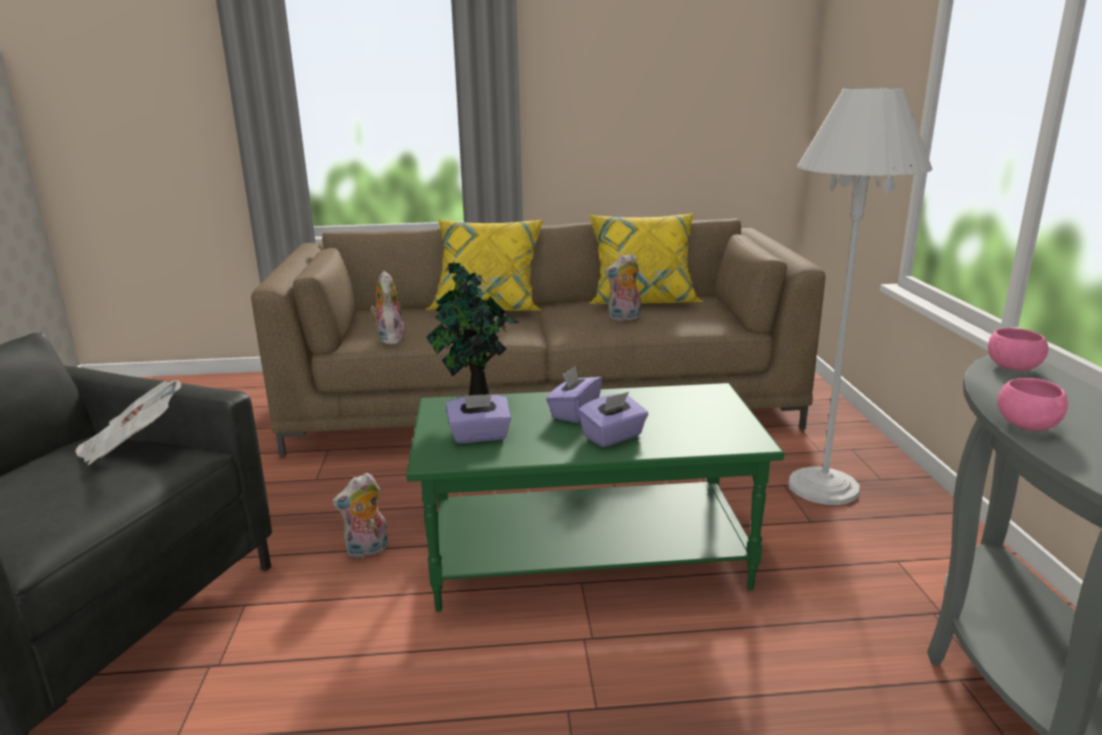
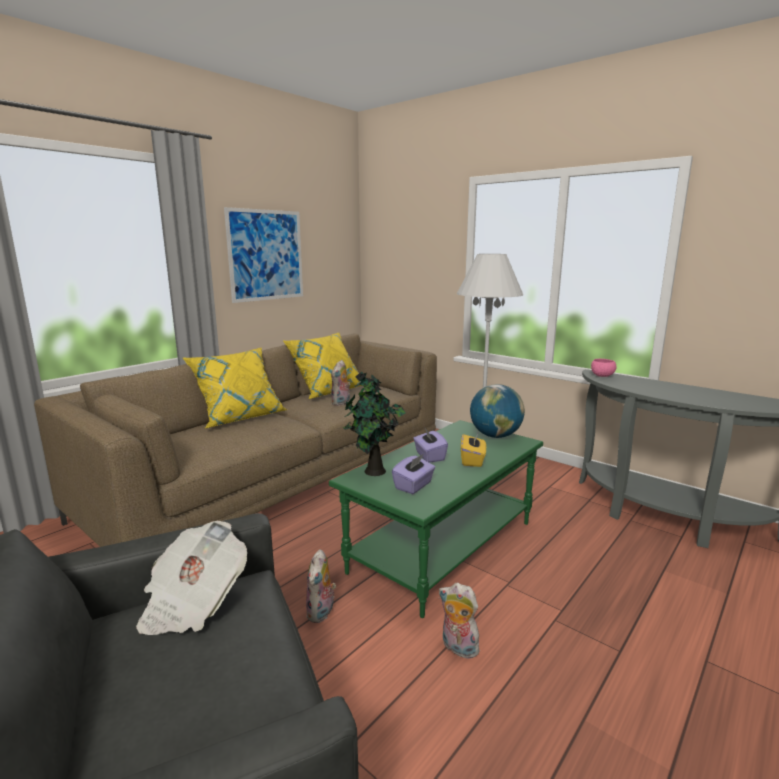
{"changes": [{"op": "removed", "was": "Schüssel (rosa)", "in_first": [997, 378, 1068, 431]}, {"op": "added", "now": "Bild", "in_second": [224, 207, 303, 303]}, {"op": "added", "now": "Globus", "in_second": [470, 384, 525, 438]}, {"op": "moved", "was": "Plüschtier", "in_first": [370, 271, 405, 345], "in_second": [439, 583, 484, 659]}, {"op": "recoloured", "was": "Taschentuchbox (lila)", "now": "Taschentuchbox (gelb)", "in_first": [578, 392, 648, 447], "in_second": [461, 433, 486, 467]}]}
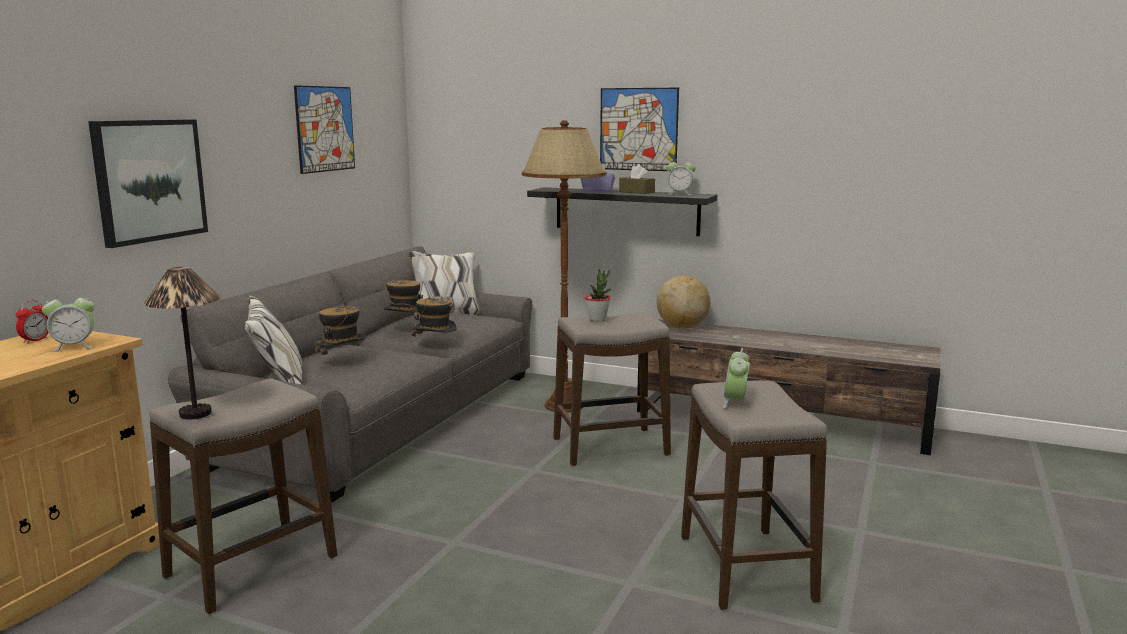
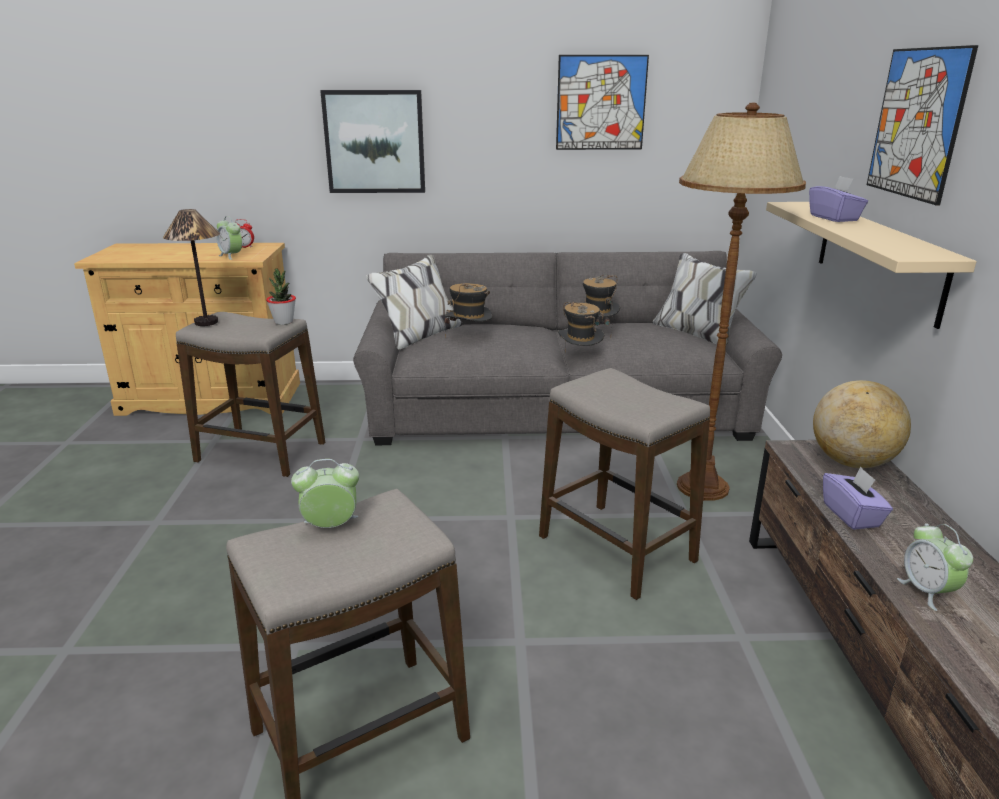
{"changes": [{"op": "removed", "was": "Taschentuchbox (braun)", "in_first": [619, 164, 655, 194]}, {"op": "added", "now": "Taschentuchbox (lila)", "in_second": [823, 467, 893, 530]}, {"op": "moved", "was": "Topfpflanze", "in_first": [585, 270, 611, 321], "in_second": [266, 268, 296, 325]}, {"op": "moved", "was": "Wecker", "in_first": [666, 162, 696, 195], "in_second": [897, 523, 973, 611]}, {"op": "recoloured", "was": "Wandregal (schwarz)", "now": "Wandregal (beige)", "in_first": [527, 187, 717, 236], "in_second": [766, 202, 977, 329]}]}
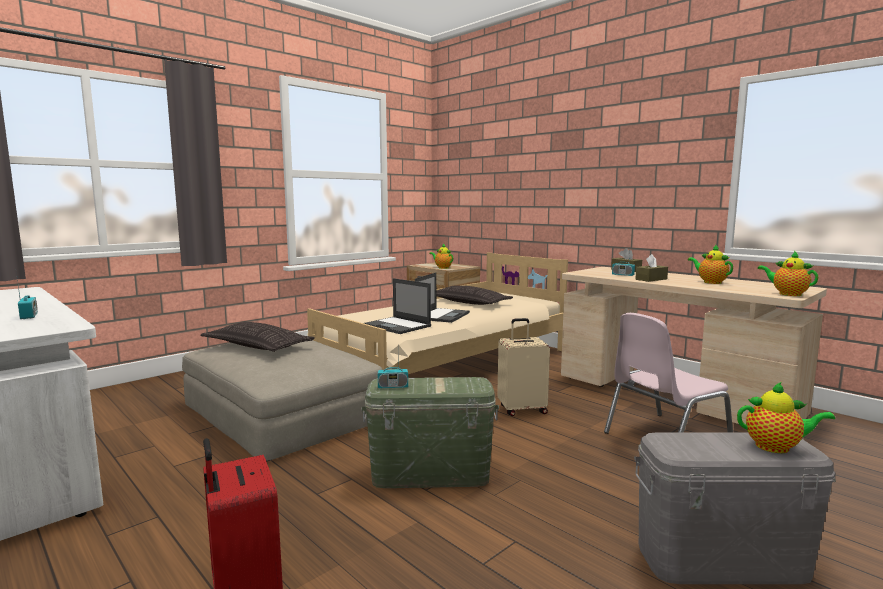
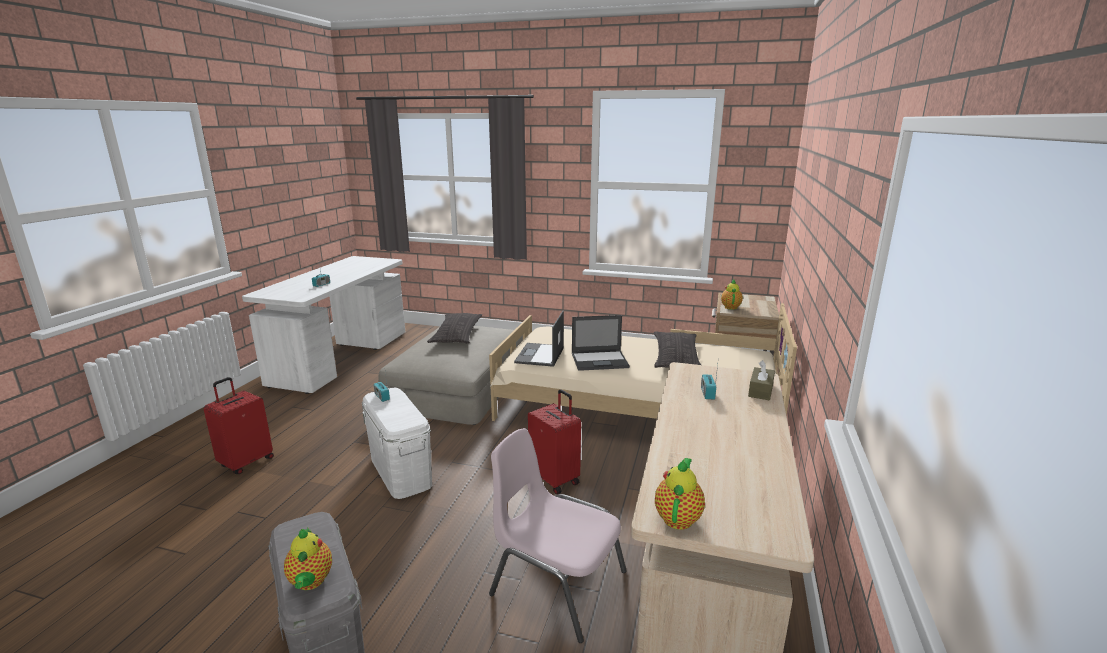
{"changes": [{"op": "removed", "was": "Taschentuchbox (braun)", "in_first": [635, 254, 668, 282]}, {"op": "removed", "was": "Teekanne", "in_first": [688, 245, 733, 284]}, {"op": "recoloured", "was": "Aufbewahrungsbox (grün)", "now": "Aufbewahrungsbox (weiß)", "in_first": [362, 377, 499, 488], "in_second": [362, 388, 432, 499]}, {"op": "recoloured", "was": "Koffer (beige)", "now": "Koffer (rot)", "in_first": [497, 318, 550, 416], "in_second": [528, 389, 581, 494]}]}
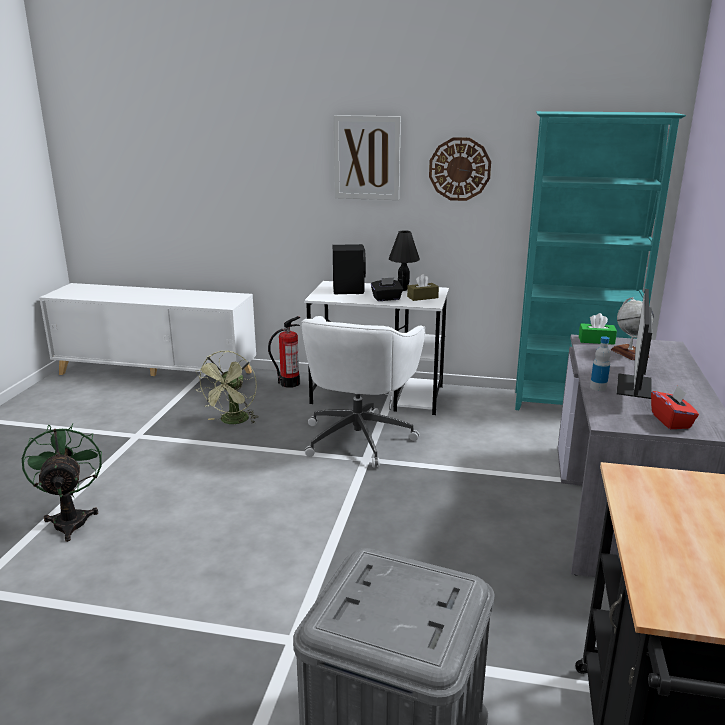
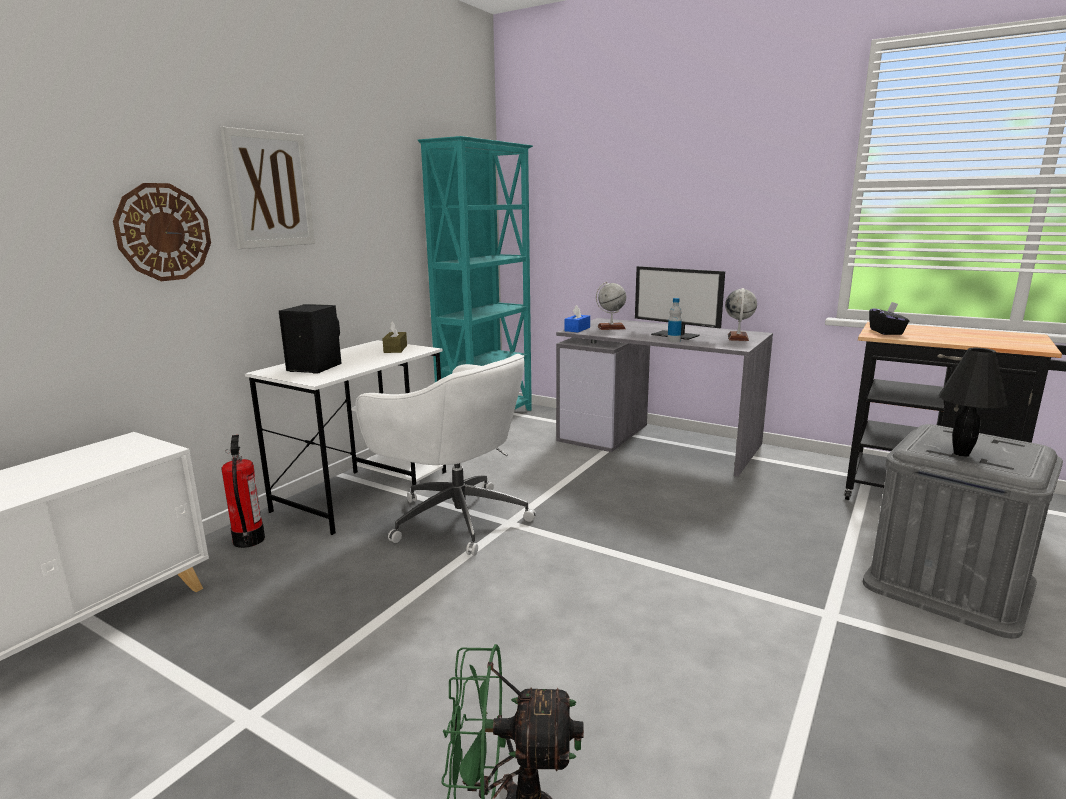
{"changes": [{"op": "removed", "was": "Ventilator (grün)", "in_first": [195, 350, 258, 424]}, {"op": "moved", "was": "Taschentuchbox (schwarz)", "in_first": [371, 278, 403, 301], "in_second": [869, 302, 909, 335]}, {"op": "moved", "was": "Tischlampe (schwarz)", "in_first": [389, 230, 420, 291], "in_second": [939, 348, 1008, 457]}, {"op": "moved", "was": "Wanduhr", "in_first": [429, 137, 491, 201], "in_second": [113, 183, 211, 281]}, {"op": "replaced", "was": "Taschentuchbox (rot)", "now": "Globus", "in_first": [651, 386, 699, 429], "in_second": [725, 288, 757, 341]}, {"op": "recoloured", "was": "Taschentuchbox (grün)", "now": "Taschentuchbox (blau)", "in_first": [579, 313, 617, 345], "in_second": [565, 305, 590, 332]}]}
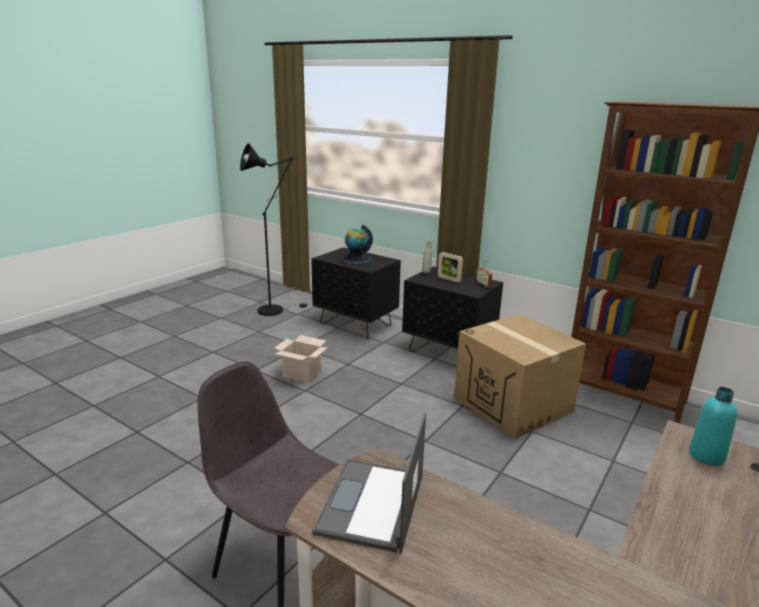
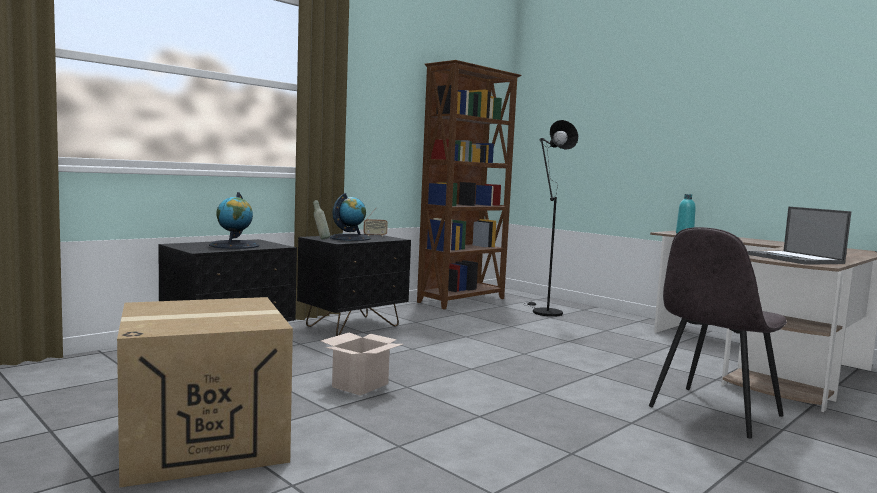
{"changes": [{"op": "moved", "was": "Stehlampe (schwarz)", "in_first": [240, 143, 307, 316], "in_second": [527, 120, 578, 317]}, {"op": "moved", "was": "Karton", "in_first": [454, 314, 586, 439], "in_second": [117, 297, 293, 488]}, {"op": "replaced", "was": "Bilderrahmen", "now": "Globus", "in_first": [438, 252, 463, 283], "in_second": [330, 193, 371, 241]}, {"op": "turned", "was": "Laptop", "in_first": [312, 413, 426, 554], "in_second": [747, 207, 852, 265], "clockwise": 45}]}
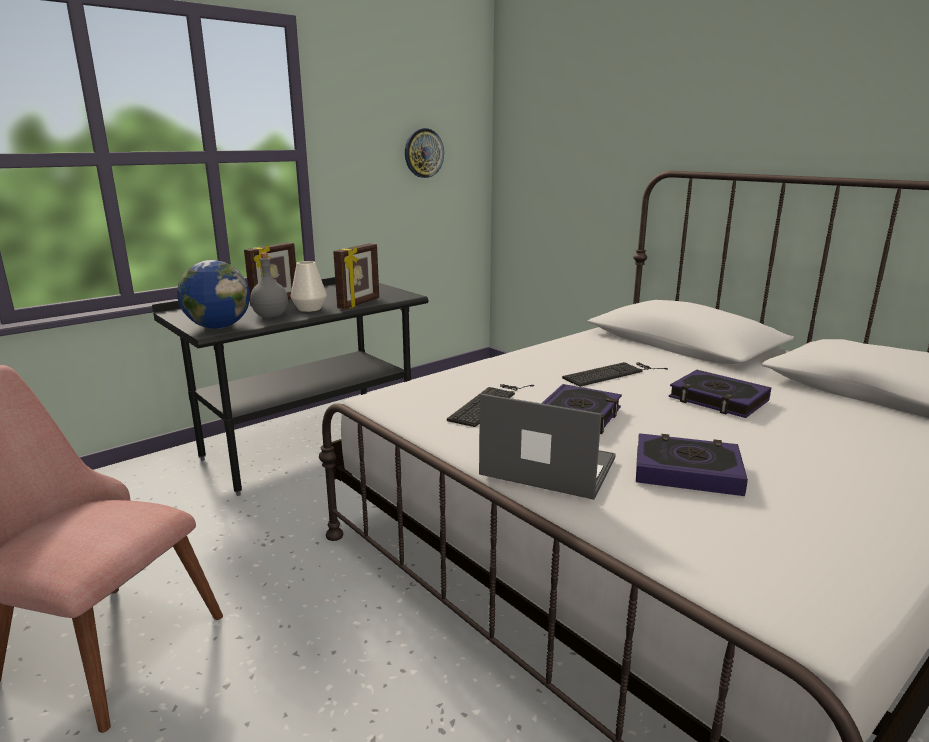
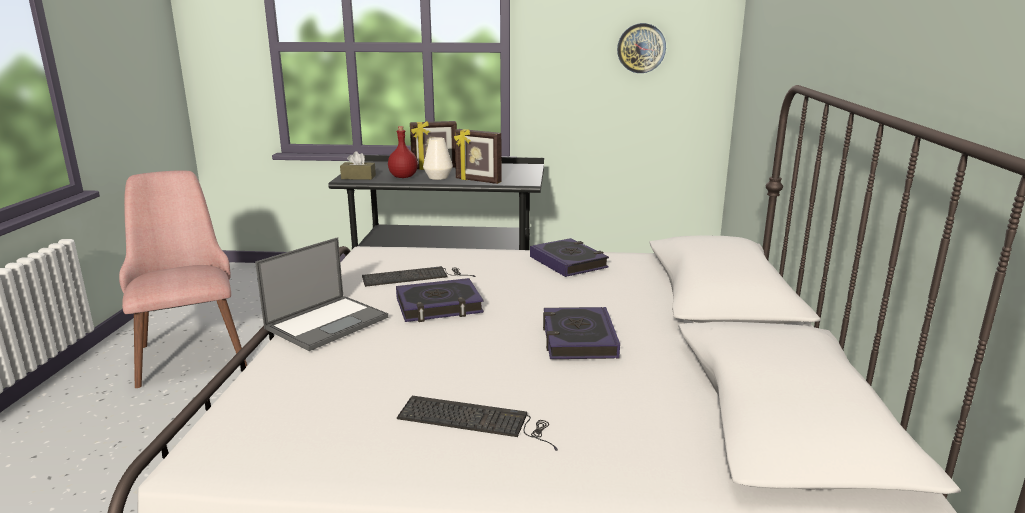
{"changes": [{"op": "moved", "was": "Tastatur", "in_first": [562, 362, 668, 387], "in_second": [397, 396, 558, 451]}, {"op": "moved", "was": "Buch", "in_first": [636, 433, 748, 496], "in_second": [530, 238, 609, 277]}, {"op": "replaced", "was": "Globus", "now": "Taschentuchbox (braun)", "in_first": [177, 260, 250, 329], "in_second": [340, 151, 376, 180]}, {"op": "recoloured", "was": "Flasche (grau)", "now": "Flasche (rot)", "in_first": [250, 253, 288, 318], "in_second": [388, 126, 418, 178]}, {"op": "turned", "was": "Bilderrahmen", "in_first": [333, 243, 379, 309], "in_second": [454, 129, 502, 184], "clockwise": 45}, {"op": "turned", "was": "Laptop", "in_first": [479, 393, 616, 500], "in_second": [255, 237, 388, 351], "clockwise": 60}]}
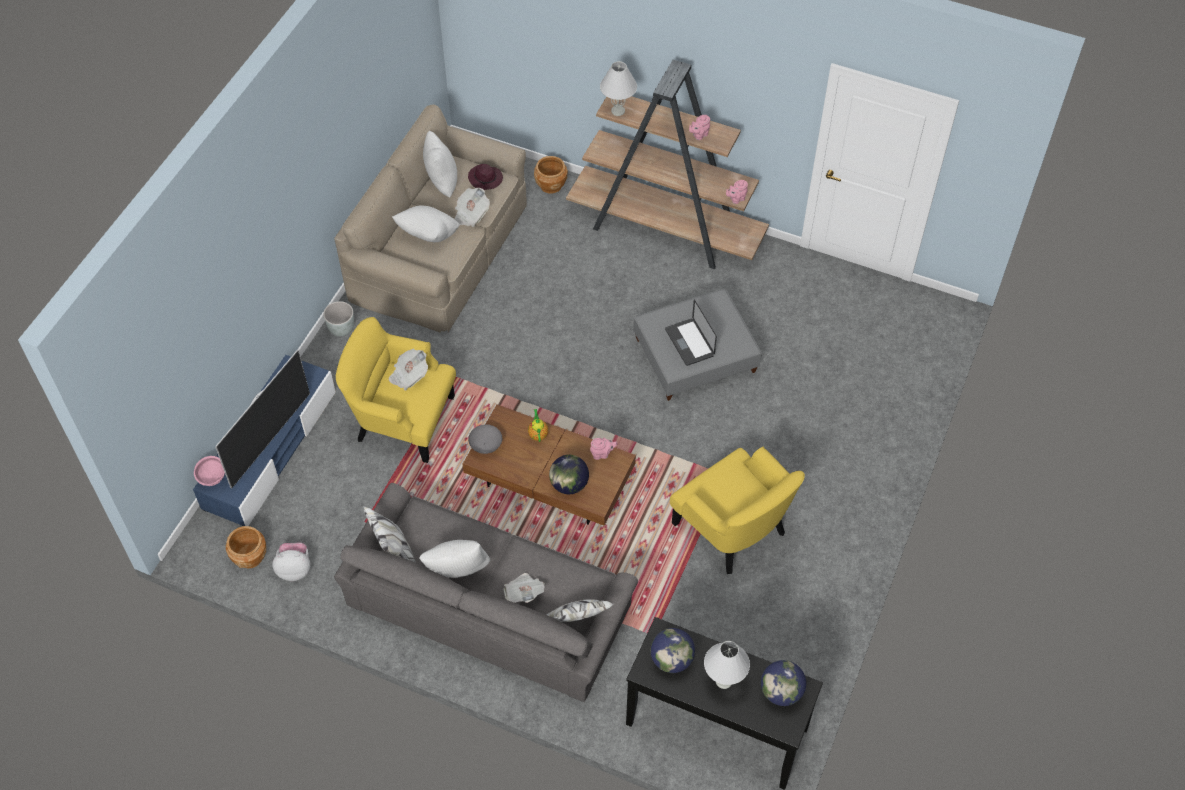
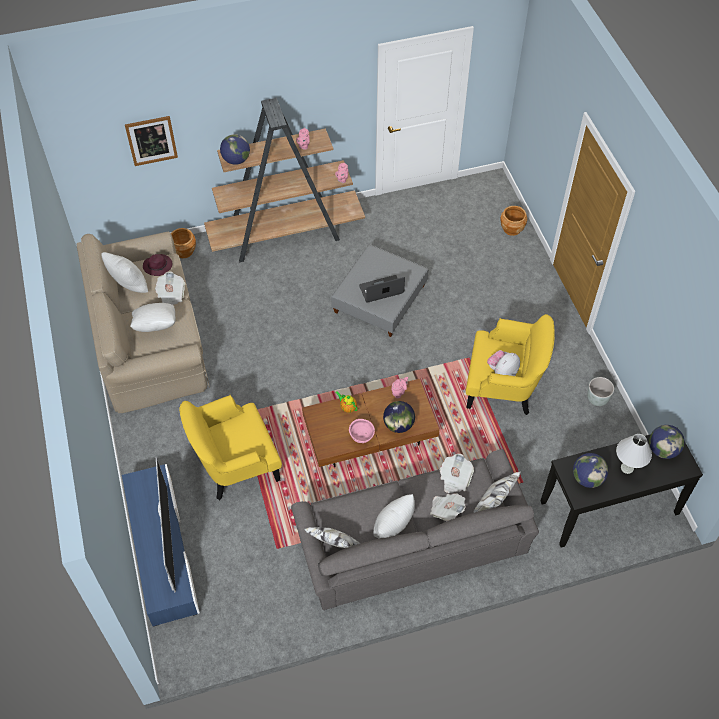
{"changes": [{"op": "removed", "was": "Schüssel (grau)", "in_first": [468, 425, 502, 454]}, {"op": "added", "now": "Bild", "in_second": [125, 116, 178, 166]}, {"op": "moved", "was": "Schüssel (rosa)", "in_first": [194, 456, 225, 486], "in_second": [349, 419, 375, 443]}, {"op": "moved", "was": "Pflanzkübel (braun)", "in_first": [226, 526, 266, 569], "in_second": [501, 206, 527, 236]}, {"op": "moved", "was": "Plüschtier", "in_first": [272, 542, 311, 581], "in_second": [487, 350, 520, 376]}, {"op": "moved", "was": "Pflanzkübel (grau)", "in_first": [323, 301, 354, 336], "in_second": [587, 377, 614, 406]}, {"op": "moved", "was": "Zeitung", "in_first": [389, 349, 428, 390], "in_second": [440, 454, 474, 493]}, {"op": "replaced", "was": "Tischlampe (weiß)", "now": "Globus", "in_first": [600, 61, 637, 116], "in_second": [220, 134, 250, 165]}, {"op": "turned", "was": "Laptop", "in_first": [665, 300, 717, 366], "in_second": [359, 275, 405, 303], "clockwise": 135}]}
